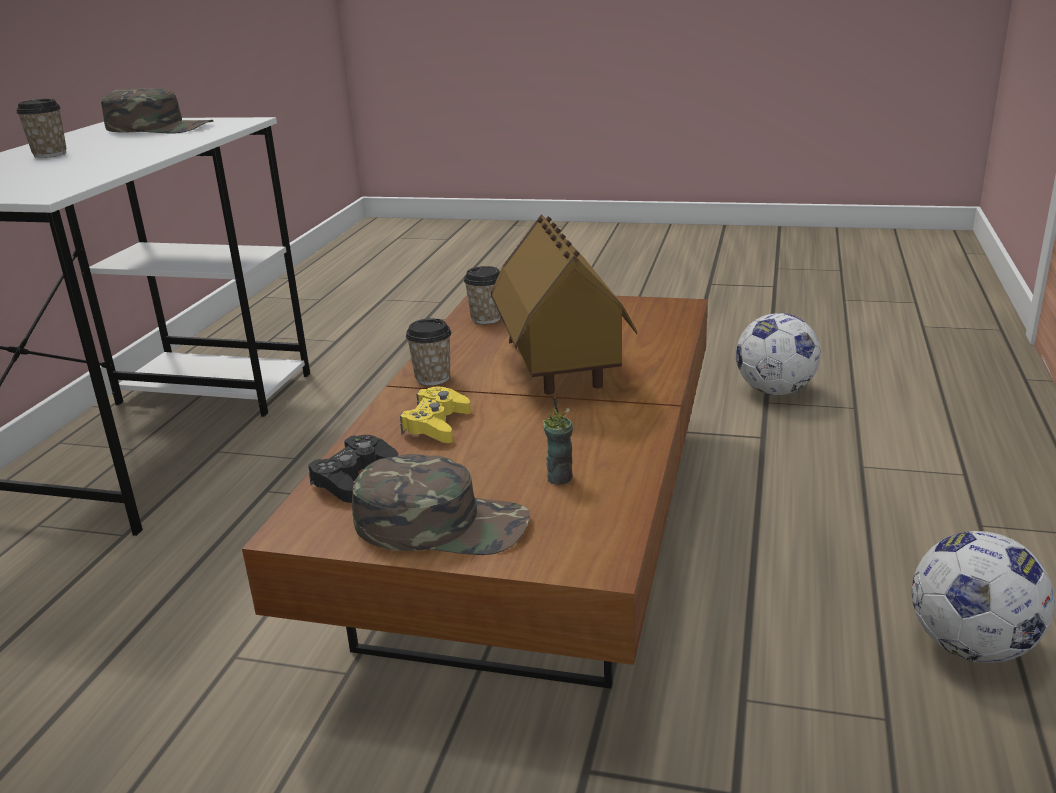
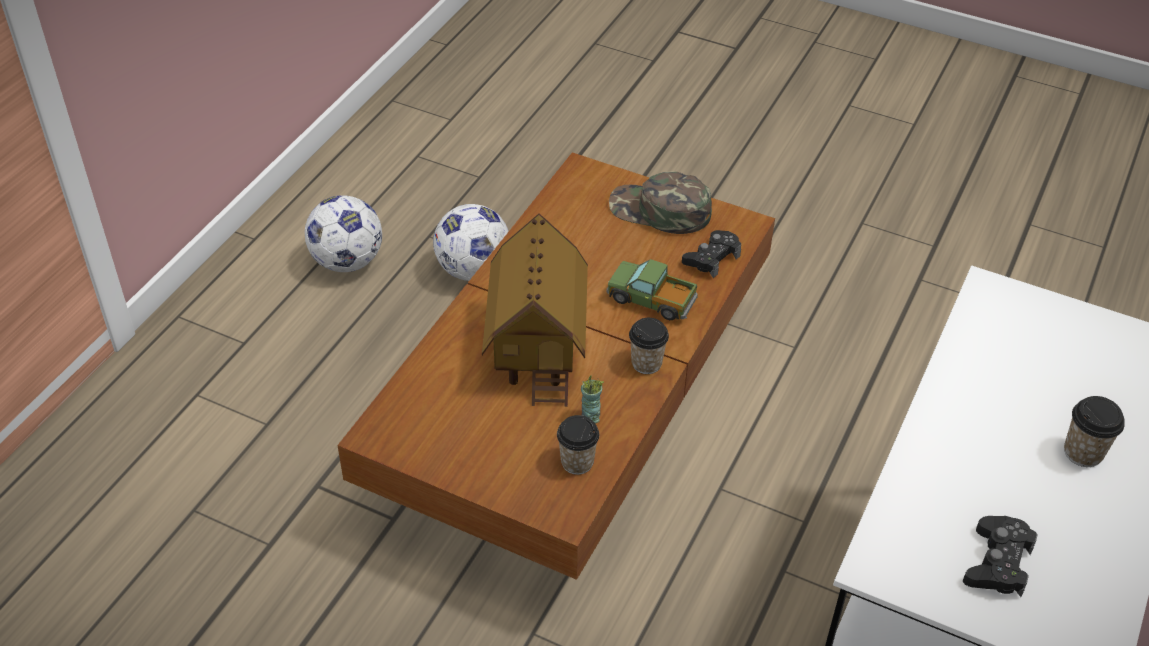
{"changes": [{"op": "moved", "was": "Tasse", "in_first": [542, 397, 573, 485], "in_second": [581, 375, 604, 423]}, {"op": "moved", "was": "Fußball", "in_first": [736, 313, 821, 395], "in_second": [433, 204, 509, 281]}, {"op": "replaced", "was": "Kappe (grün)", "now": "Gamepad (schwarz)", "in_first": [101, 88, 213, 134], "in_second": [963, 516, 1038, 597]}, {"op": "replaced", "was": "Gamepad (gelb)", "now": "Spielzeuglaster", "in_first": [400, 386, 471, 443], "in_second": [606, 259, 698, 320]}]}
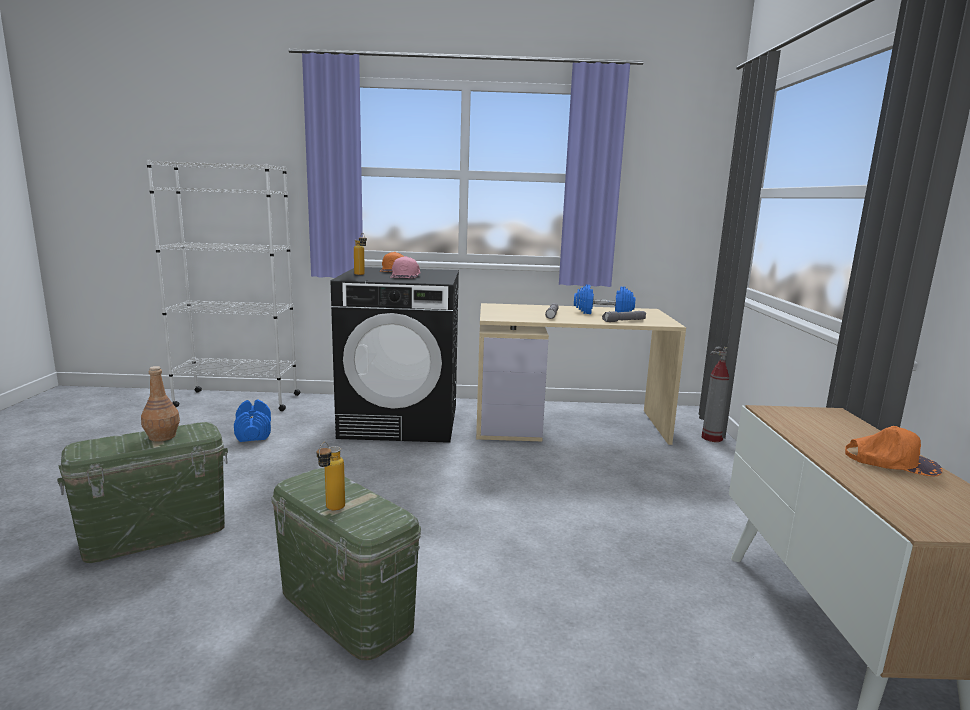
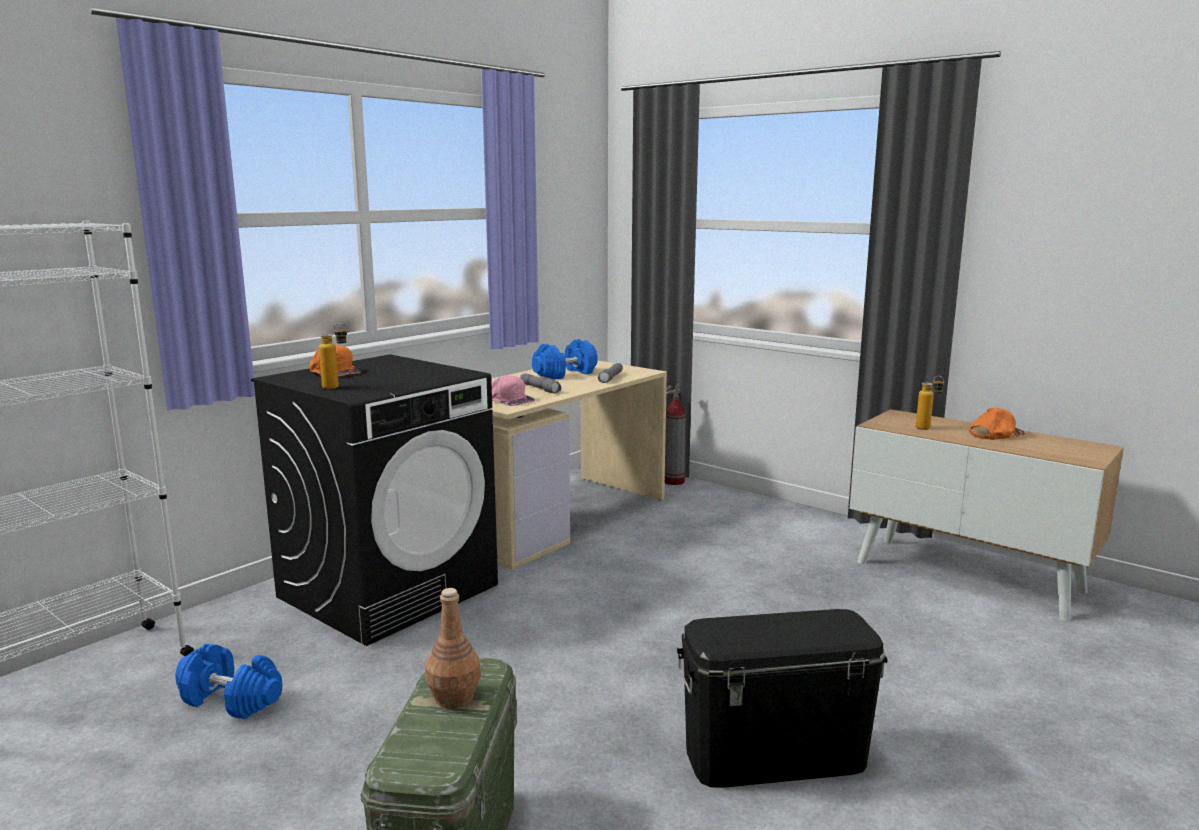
{"changes": [{"op": "moved", "was": "Flasche", "in_first": [317, 442, 345, 510], "in_second": [916, 376, 944, 430]}, {"op": "moved", "was": "Kappe (rosa)", "in_first": [390, 256, 421, 278], "in_second": [492, 375, 535, 406]}, {"op": "recoloured", "was": "Aufbewahrungsbox (grün)", "now": "Aufbewahrungsbox (schwarz)", "in_first": [271, 468, 421, 660], "in_second": [677, 609, 888, 788]}]}
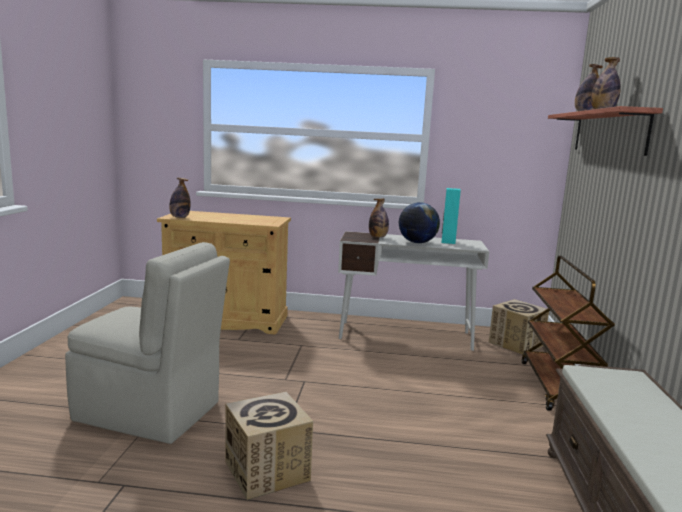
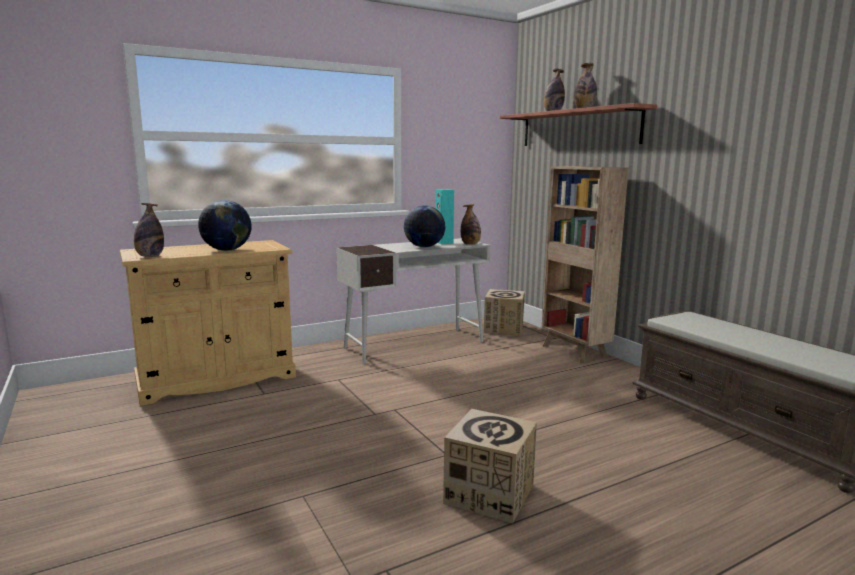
{"changes": [{"op": "removed", "was": "Stuhl (beige)", "in_first": [65, 242, 230, 444]}, {"op": "added", "now": "Globus", "in_second": [198, 200, 252, 251]}, {"op": "moved", "was": "Flasche", "in_first": [369, 198, 389, 238], "in_second": [461, 204, 481, 245]}, {"op": "replaced", "was": "Rollwagen (braun)", "now": "Bücherregal (braun)", "in_first": [522, 255, 615, 411], "in_second": [542, 166, 629, 363]}]}
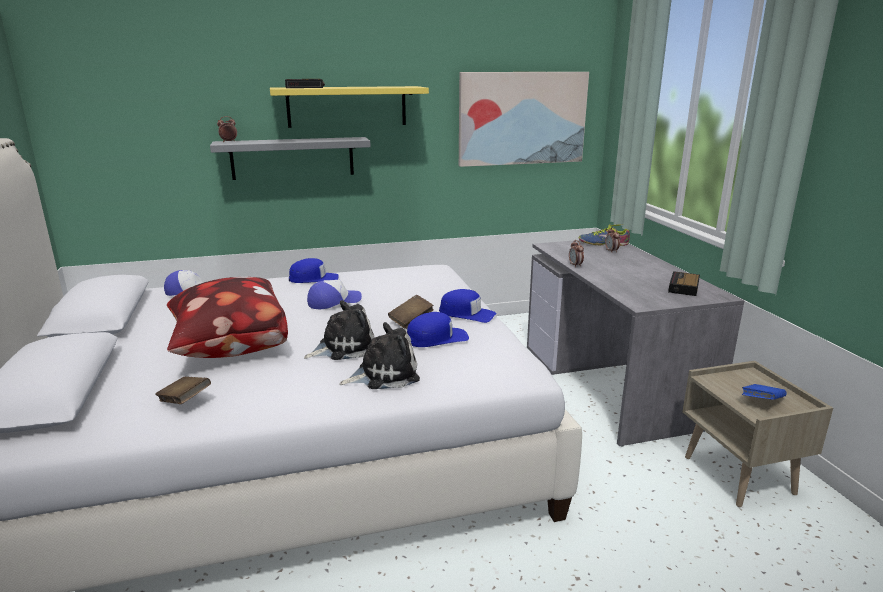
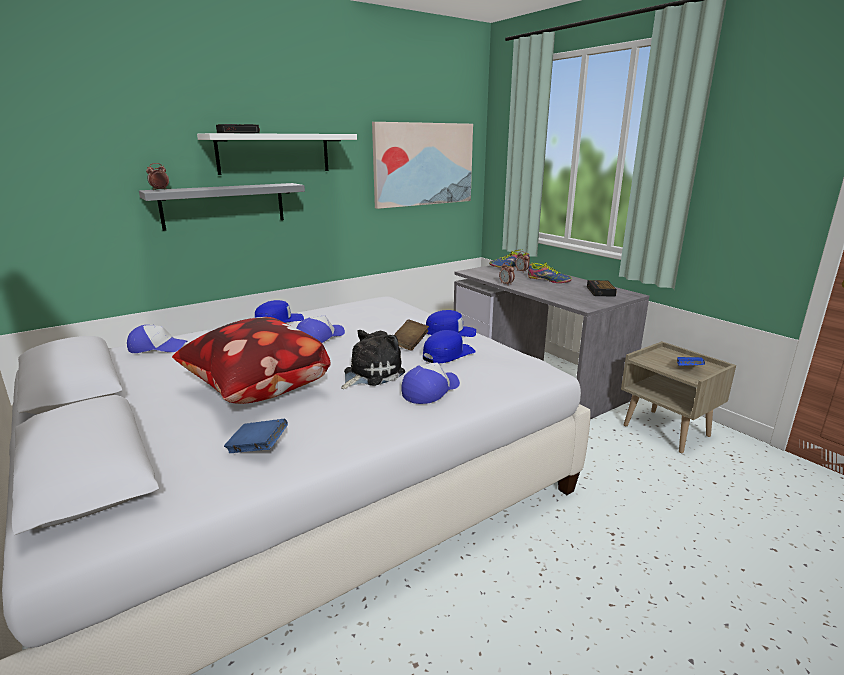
{"changes": [{"op": "added", "now": "Schuh", "in_second": [528, 262, 572, 283]}, {"op": "replaced", "was": "Plüschtier", "now": "Kappe", "in_first": [339, 322, 420, 389], "in_second": [402, 363, 460, 404]}, {"op": "recoloured", "was": "Buch (braun)", "now": "Buch (blau)", "in_first": [155, 377, 211, 404], "in_second": [224, 419, 288, 453]}, {"op": "recoloured", "was": "Wandregal (gelb)", "now": "Wandregal (weiß)", "in_first": [270, 86, 429, 128], "in_second": [197, 133, 357, 175]}]}
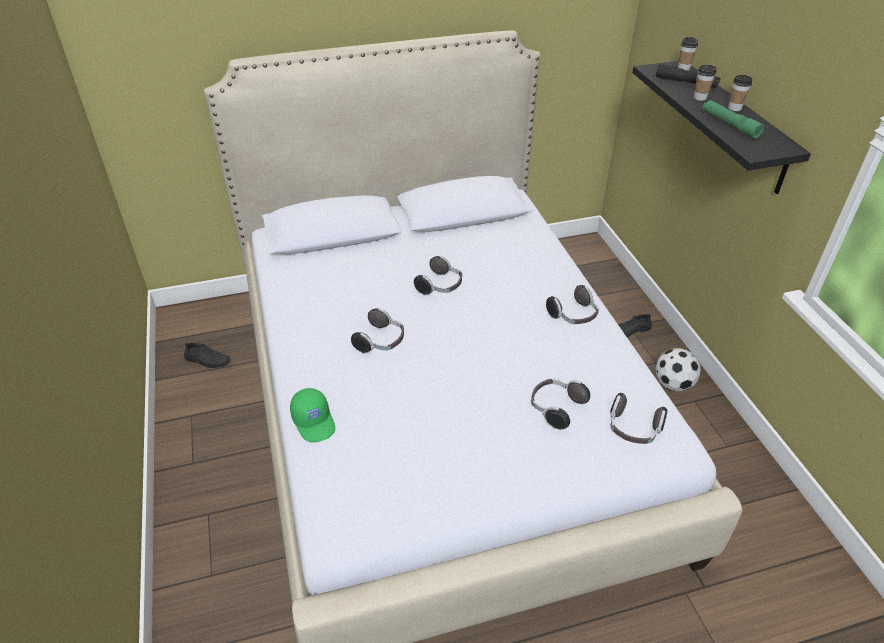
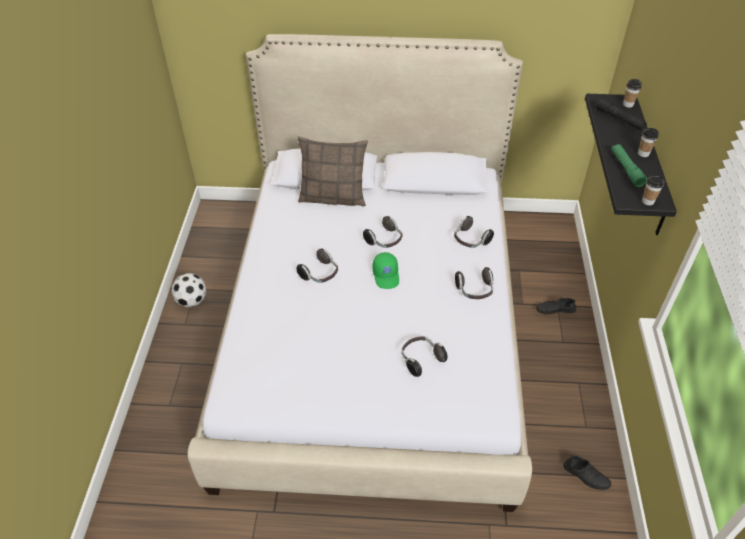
{"changes": [{"op": "added", "now": "Kissen", "in_second": [298, 136, 368, 206]}, {"op": "moved", "was": "Schuh (schwarz)", "in_first": [184, 343, 231, 368], "in_second": [563, 456, 611, 490]}, {"op": "moved", "was": "Kappe (grün)", "in_first": [290, 388, 335, 442], "in_second": [372, 252, 399, 289]}, {"op": "moved", "was": "Kopfhörer", "in_first": [610, 393, 668, 444], "in_second": [454, 216, 494, 248]}, {"op": "moved", "was": "Fußball", "in_first": [656, 348, 701, 391], "in_second": [171, 273, 206, 307]}, {"op": "moved", "was": "Tasse", "in_first": [694, 65, 717, 101], "in_second": [642, 175, 665, 205]}]}
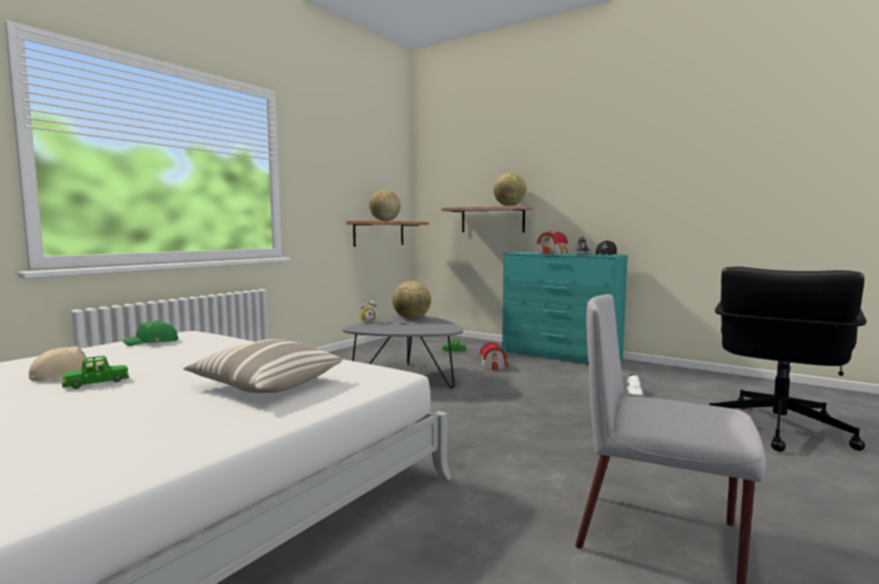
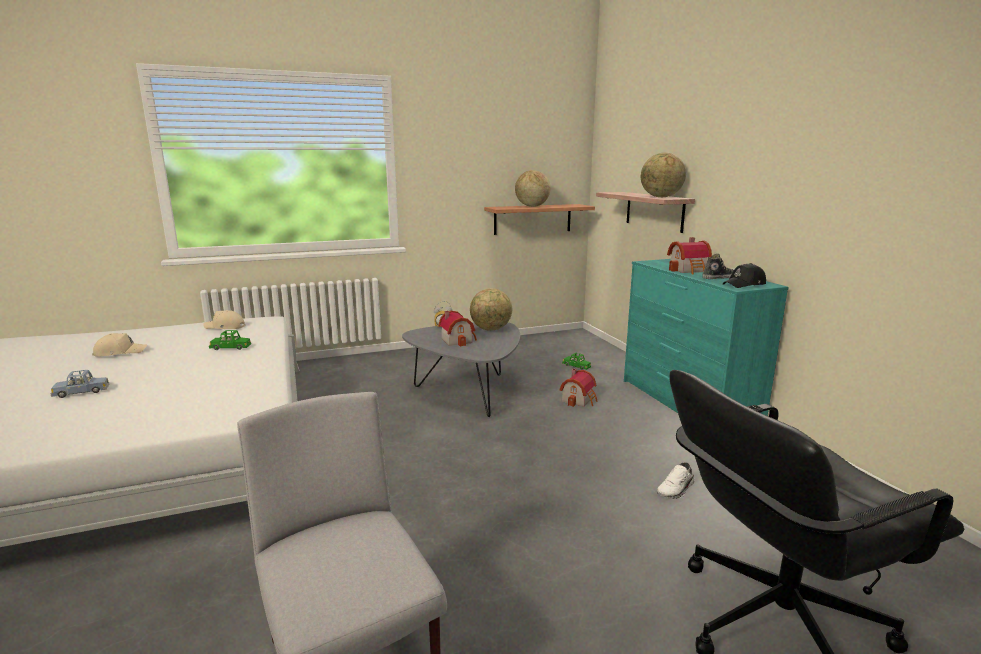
{"changes": [{"op": "removed", "was": "Kissen", "in_first": [183, 339, 342, 393]}, {"op": "added", "now": "Spielzeugauto (blau)", "in_second": [50, 370, 109, 398]}, {"op": "added", "now": "Spielzeughaus", "in_second": [438, 311, 477, 347]}, {"op": "moved", "was": "Spielzeugauto (grün)", "in_first": [62, 356, 129, 389], "in_second": [209, 330, 251, 350]}, {"op": "recoloured", "was": "Kappe (grün)", "now": "Kappe (beige)", "in_first": [122, 320, 178, 346], "in_second": [203, 310, 246, 329]}]}
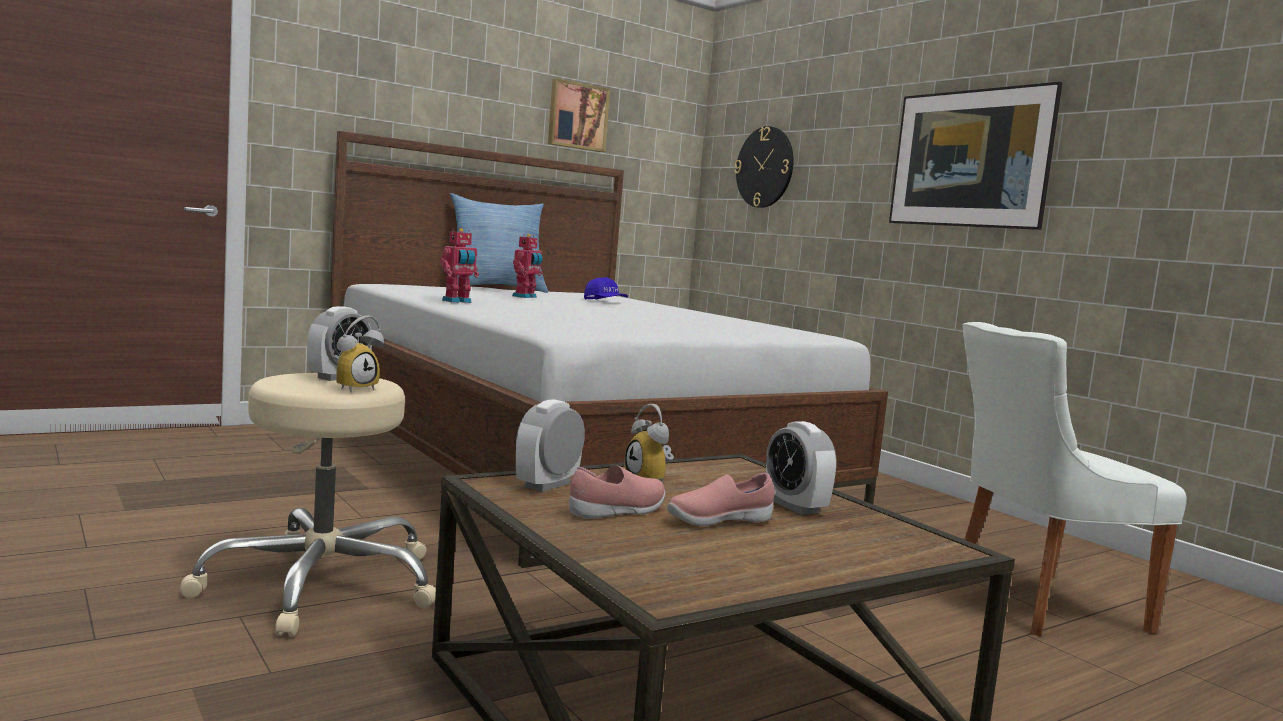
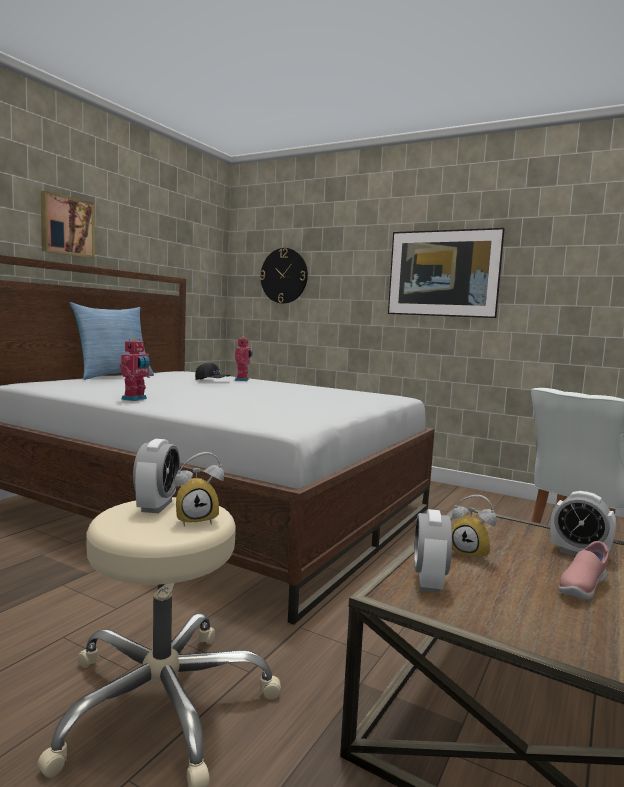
{"changes": [{"op": "removed", "was": "Schuh (rosa)", "in_first": [569, 465, 665, 519]}, {"op": "moved", "was": "Spielzeugroboter", "in_first": [512, 234, 543, 298], "in_second": [235, 336, 253, 381]}, {"op": "moved", "was": "Bild", "in_first": [548, 78, 610, 152], "in_second": [41, 191, 95, 258]}, {"op": "recoloured", "was": "Kappe (blau)", "now": "Kappe (schwarz)", "in_first": [584, 277, 628, 300], "in_second": [195, 363, 230, 380]}, {"op": "turned", "was": "Wecker", "in_first": [333, 315, 384, 393], "in_second": [175, 452, 224, 527], "clockwise": 60}]}
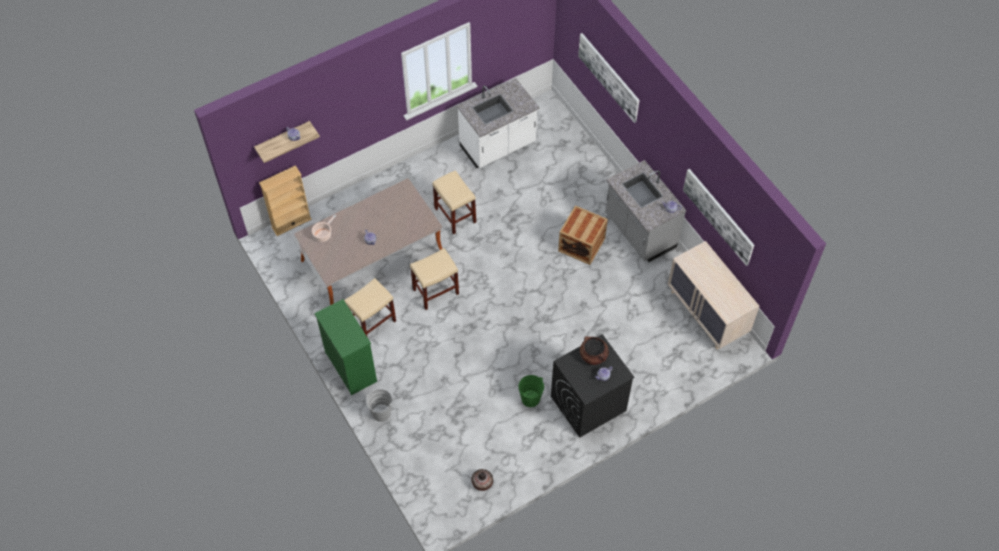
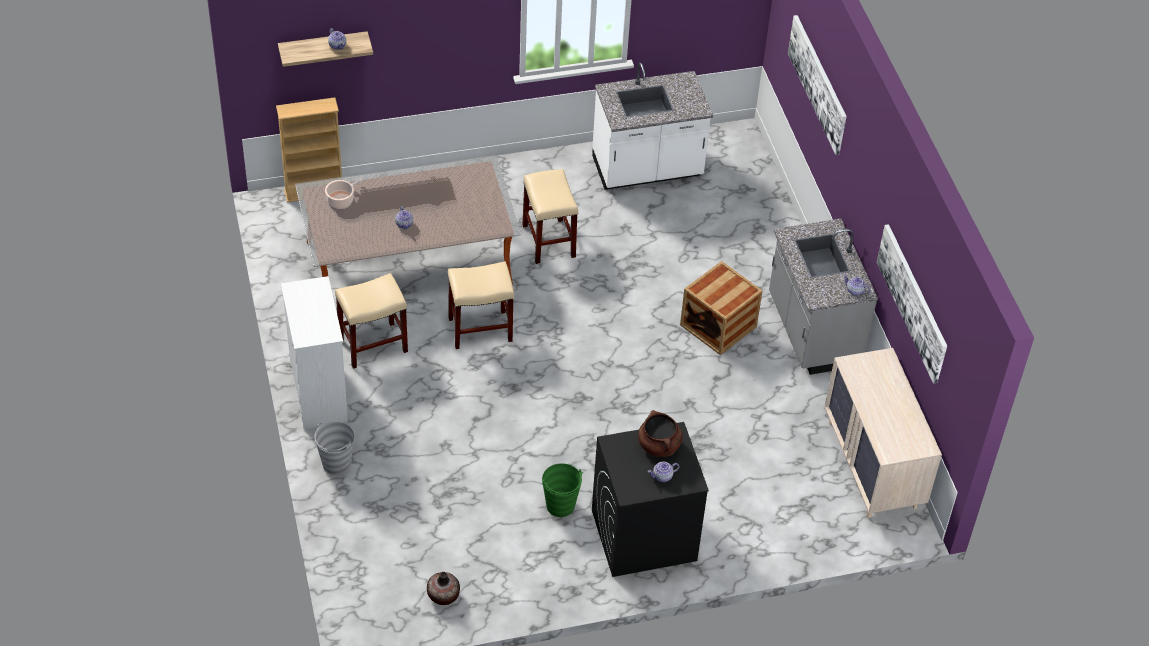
{"changes": [{"op": "recoloured", "was": "Kommode (grün)", "now": "Kommode (weiß)", "in_first": [314, 299, 377, 395], "in_second": [281, 276, 348, 429]}]}
